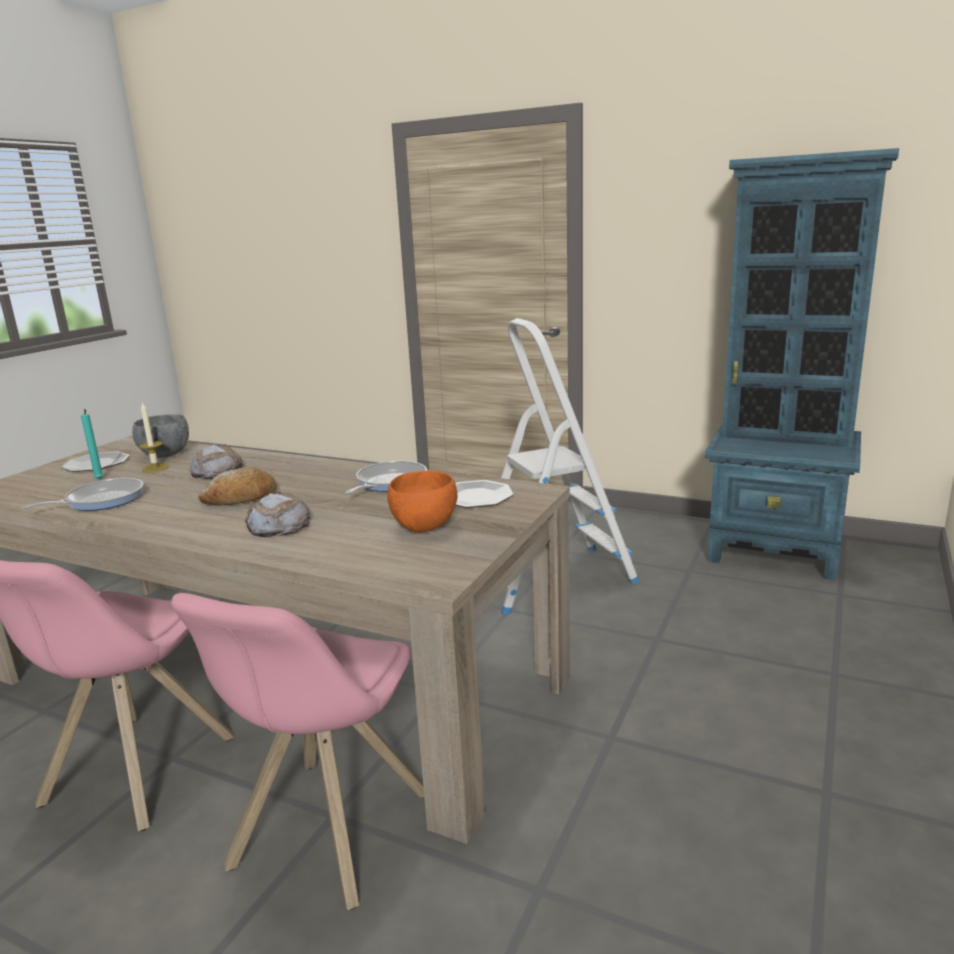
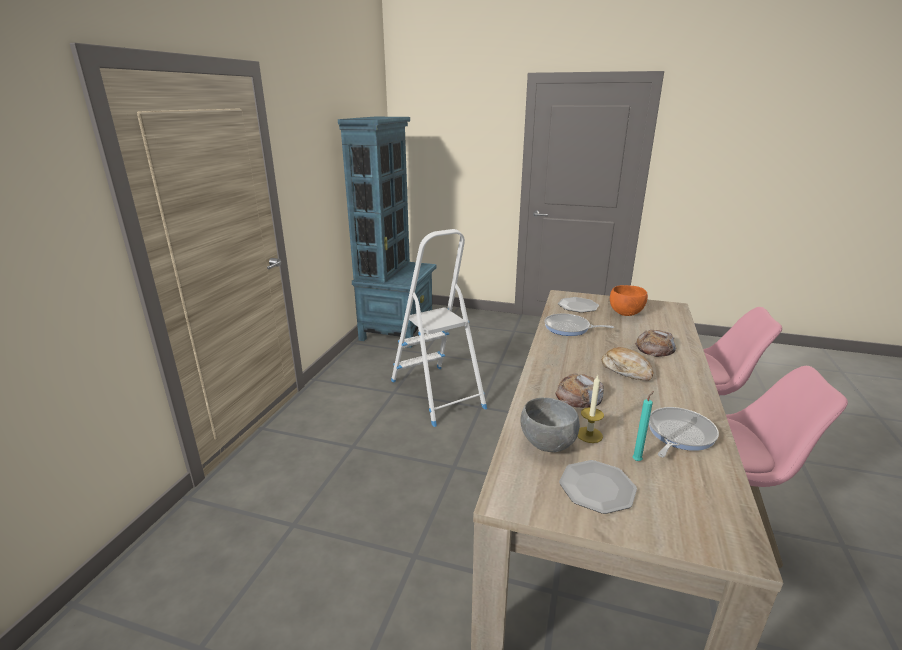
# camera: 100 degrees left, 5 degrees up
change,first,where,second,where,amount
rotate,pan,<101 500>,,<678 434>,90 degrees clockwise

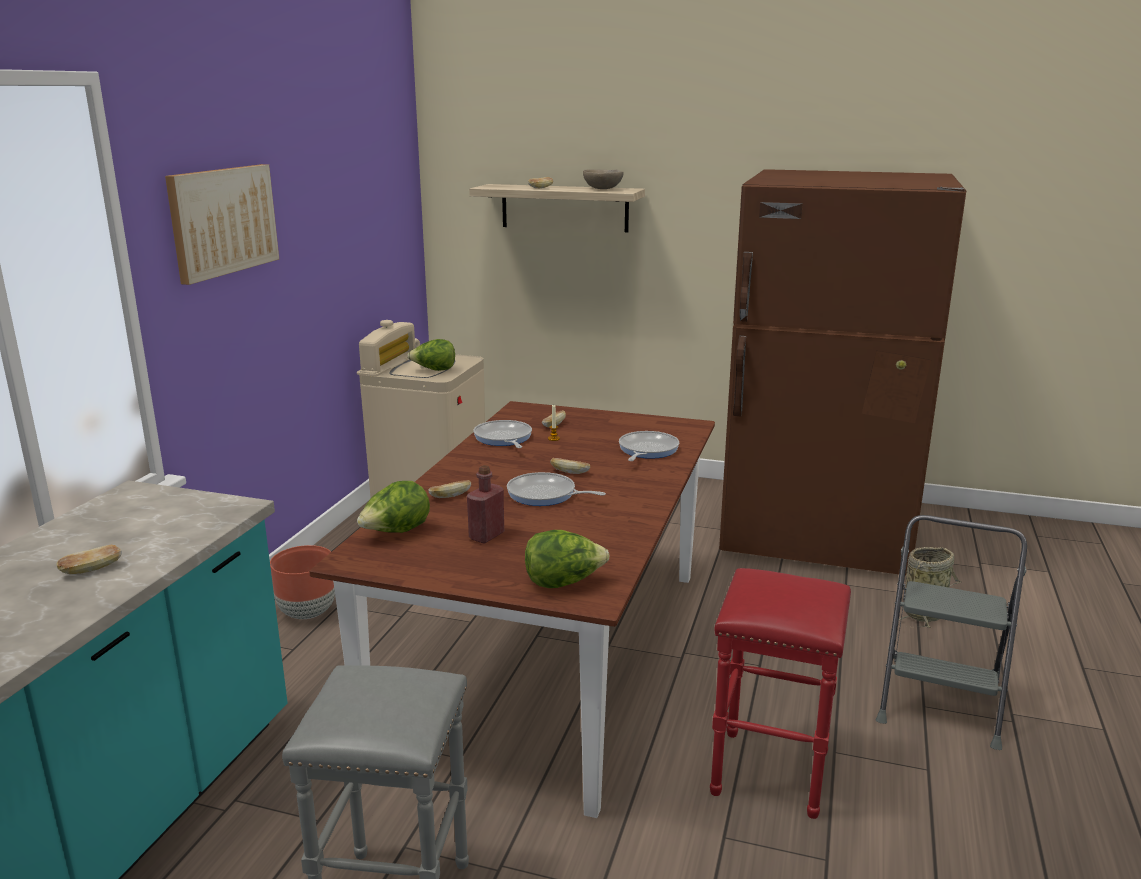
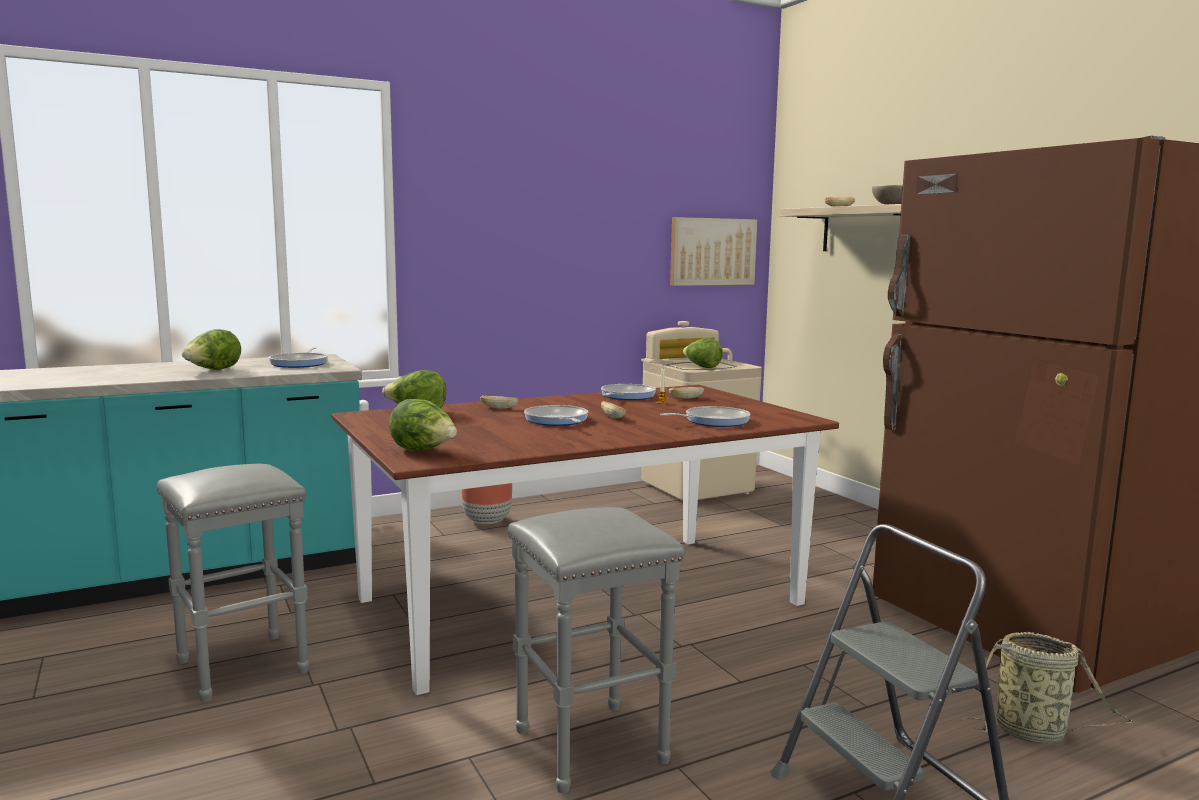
# camera: 45 degrees right, 10 degrees down
change,first,where,second,where,amount
move,wall art,<223 221>,,<712 251>,
delete,reddish drink bottle,<486 536>,,,
replace,bakery bread,<92 570>,head of lettuce,<213 370>,
recolor,reddish stool,<772 774>,greyish stool,<589 747>,
insert,,,pan,<300 363>,

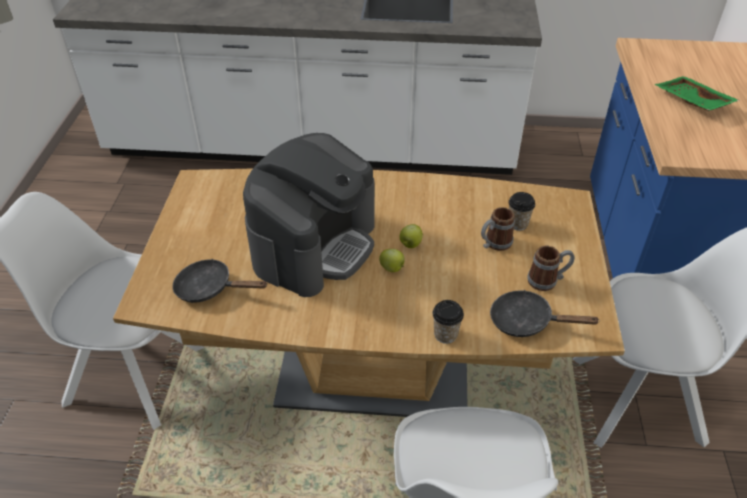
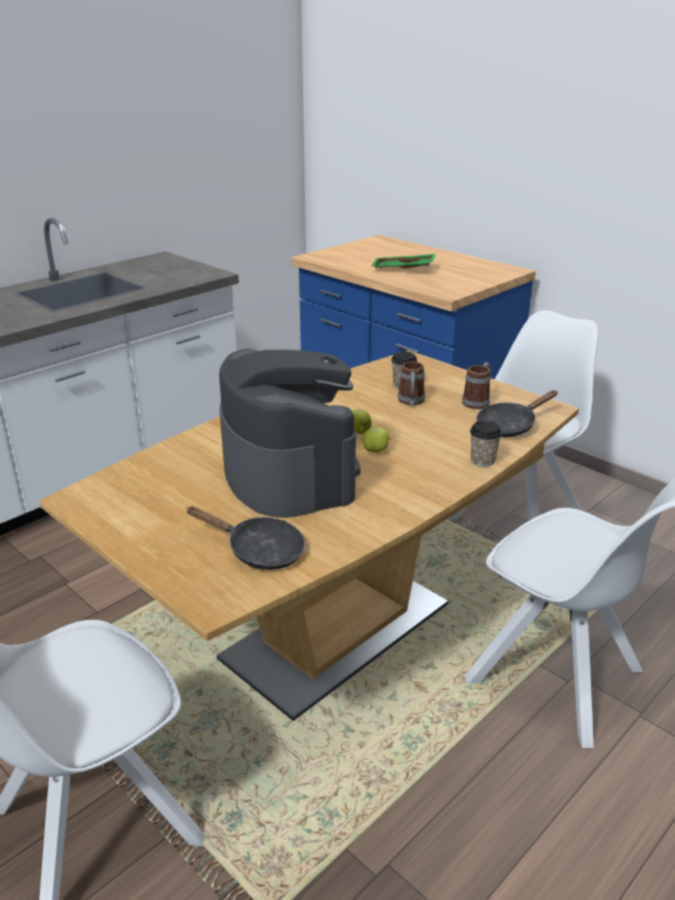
# camera: 50 degrees left, 15 degrees down
change,first,where,second,where,amount
rotate,black pan,<209 288>,,<259 551>,120 degrees counterclockwise

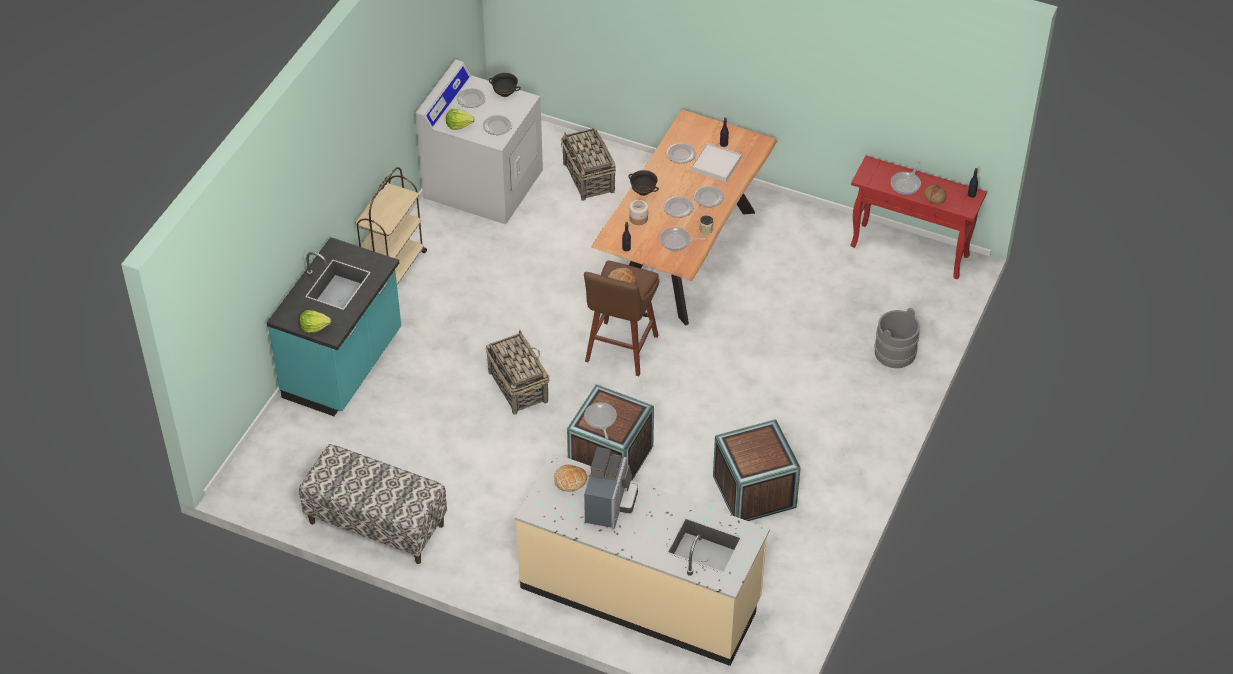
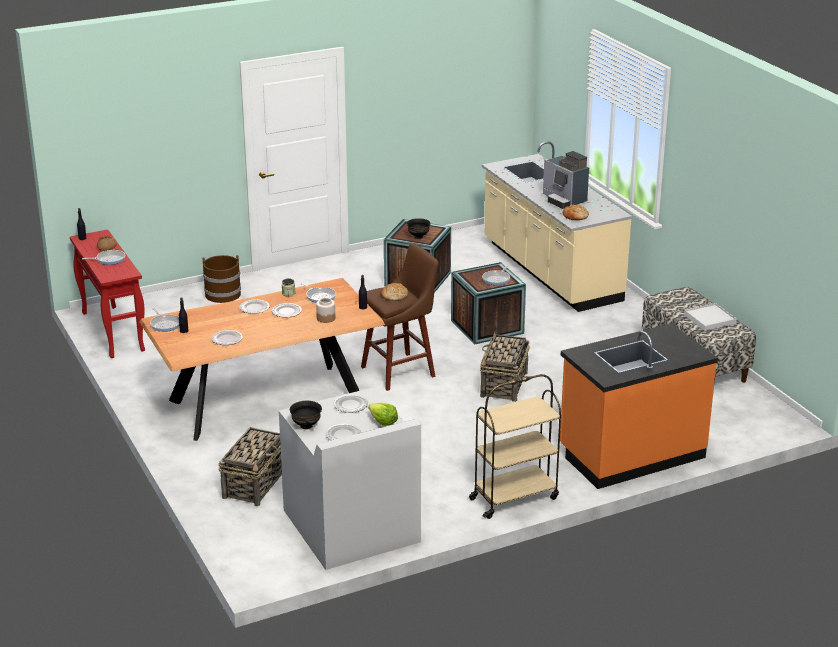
# camera: 140 degrees left, 20 degrees down
change,first,where,second,where,amount
move,white-coloured serving tray,<716 164>,,<710 319>,
move,black serving bowl,<643 192>,,<418 236>,
recolor,turquoise kitchen counter,<344 366>,orange-coloured kitchen counter,<631 454>,
recolor,greyish pail,<895 353>,brown-coloured pail,<223 294>,
delete,head of lettuce,<314 326>,,,
rotate,coffee maker,<610 505>,,<564 200>,90 degrees counterclockwise
insert,,,pan,<165 324>,

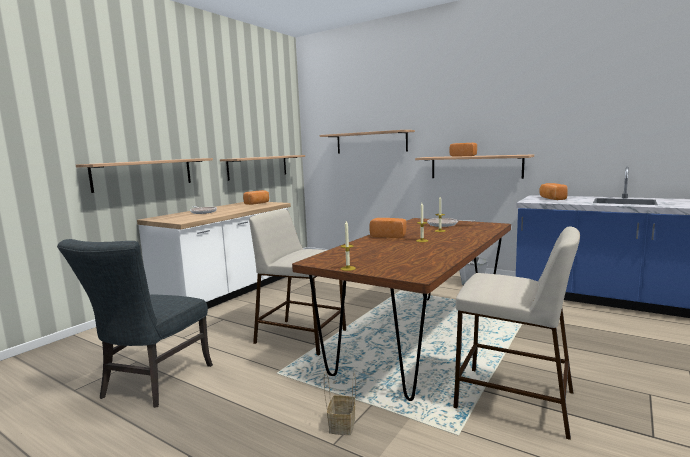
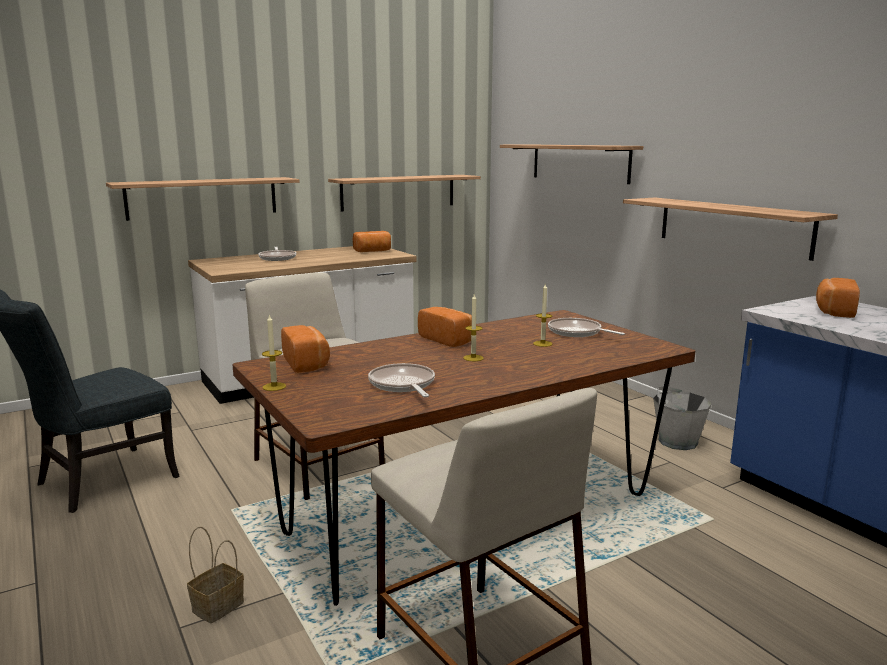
# camera: 25 degrees right, 5 degrees up
change,first,where,second,where,amount
move,bakery bread,<464 156>,,<307 363>,
insert,,,pan,<403 385>,

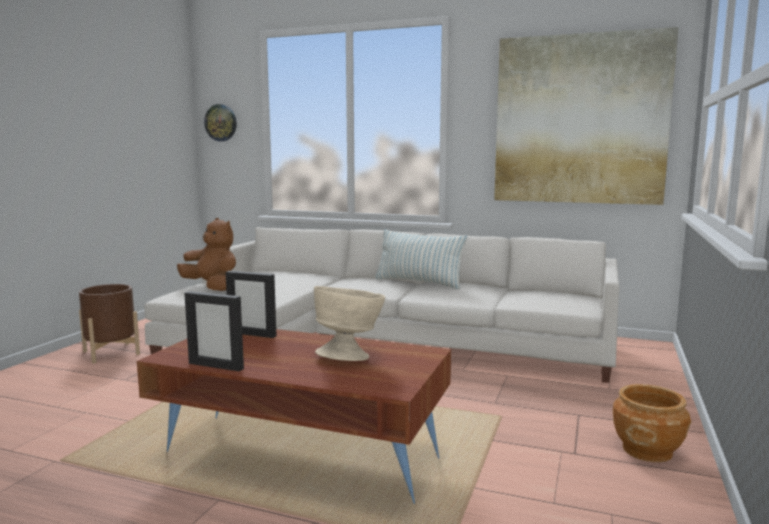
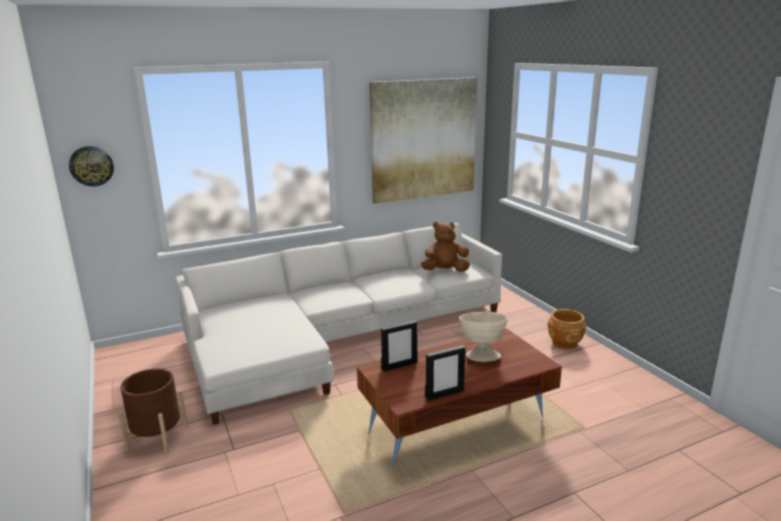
# camera: 45 degrees left, 10 degrees up
change,first,where,second,where,amount
move,brown-coloured soft toy,<212 287>,,<445 271>,
delete,cushion,<419 282>,,,

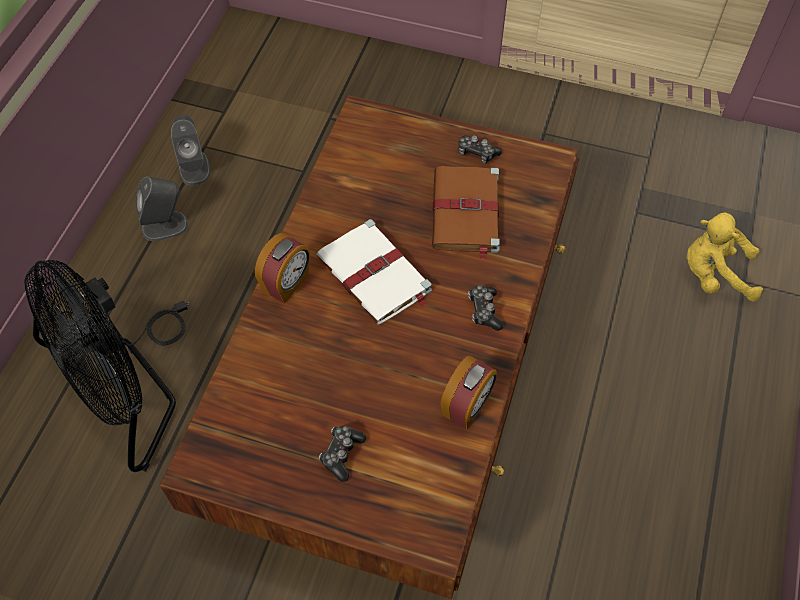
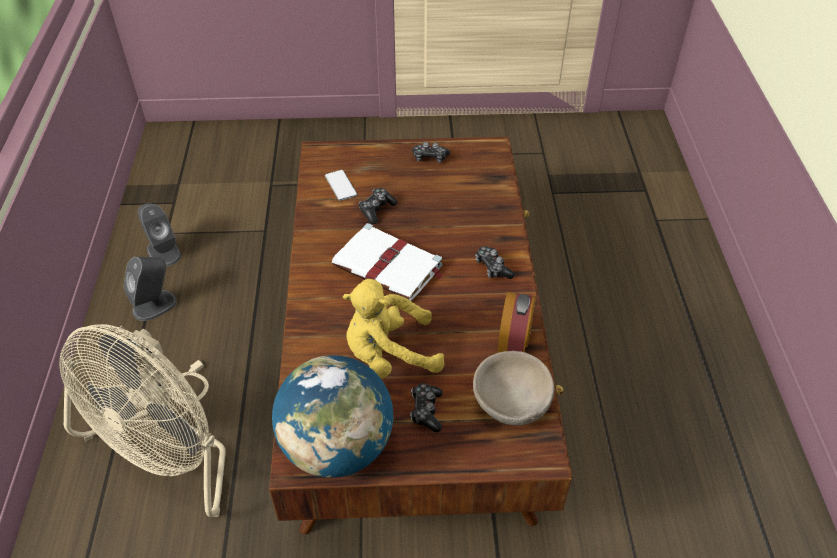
# camera: 20 degrees left, 10 degrees down
change,first,where,second,where,amount
delete,brown-coloured bound book,<466 213>,,,
move,yellowish soft toy,<714 275>,,<389 354>,
delete,table clock,<287 283>,,,
recolor,black electric fan,<126 382>,sand-coloured electric fan,<168 445>,
insert,,,handset,<340 185>,
insert,,,game controller,<376 209>,
insert,,,sand-coloured serving bowl,<510 403>,
insert,,,globe,<337 447>,

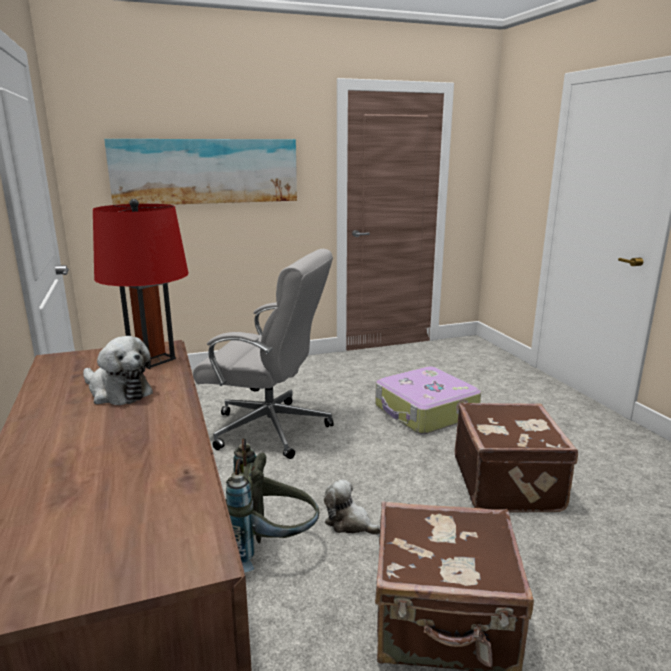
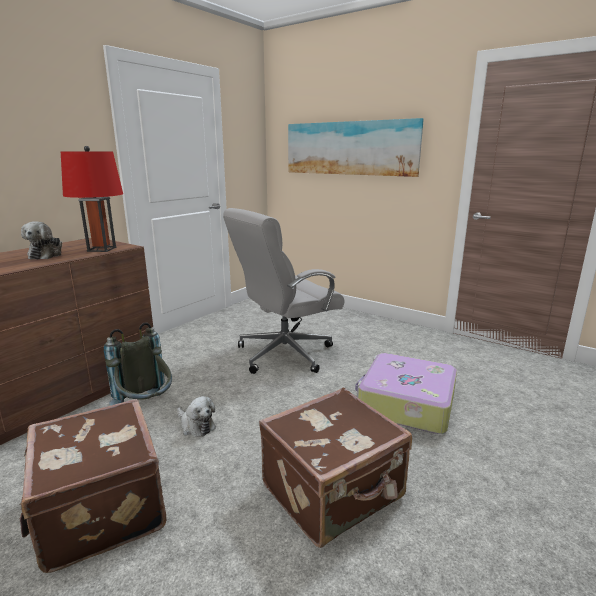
# camera: 55 degrees right, 0 degrees up
change,first,where,second,where,amount
rotate,greyish desk chair,<269 428>,,<285 353>,75 degrees clockwise
rotate,soft toy,<349 523>,,<196 425>,135 degrees clockwise

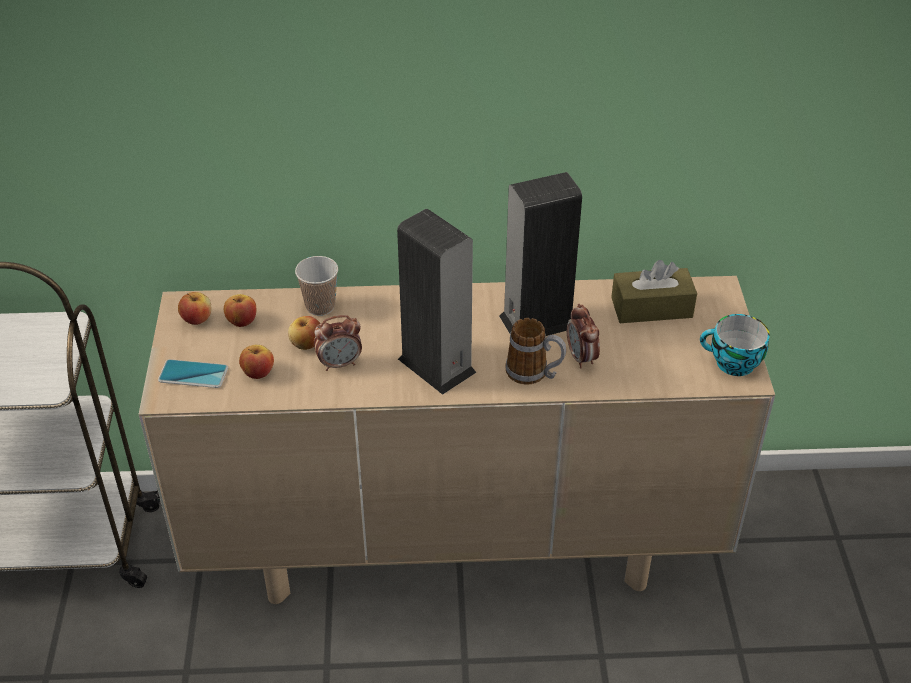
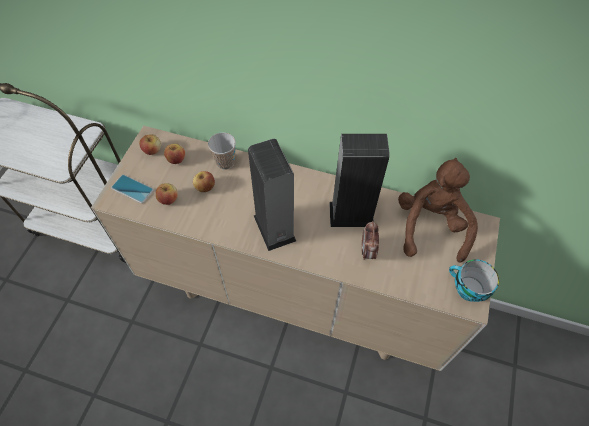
# camera: 20 degrees right, 15 degrees up
change,first,where,second,where,amount
replace,brown-coloured tissue holder,<651 307>,brown-coloured soft toy,<430 226>,
delete,table clock,<340 363>,,,
delete,coffee mug,<534 374>,,,

